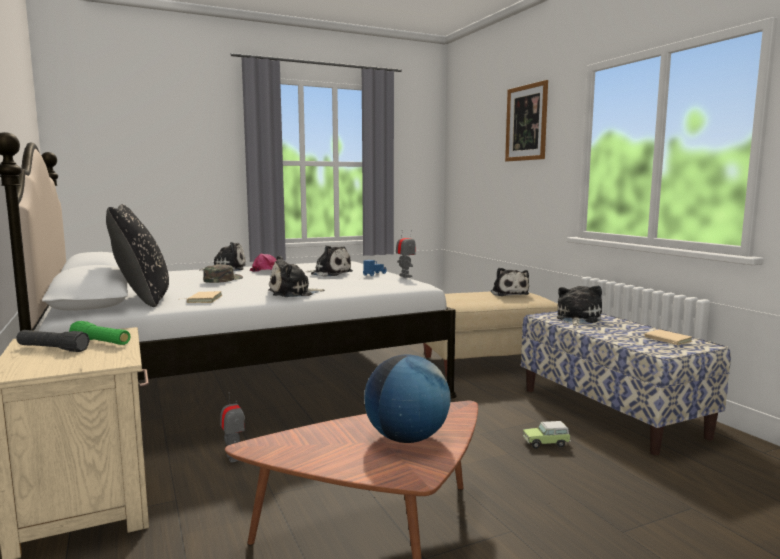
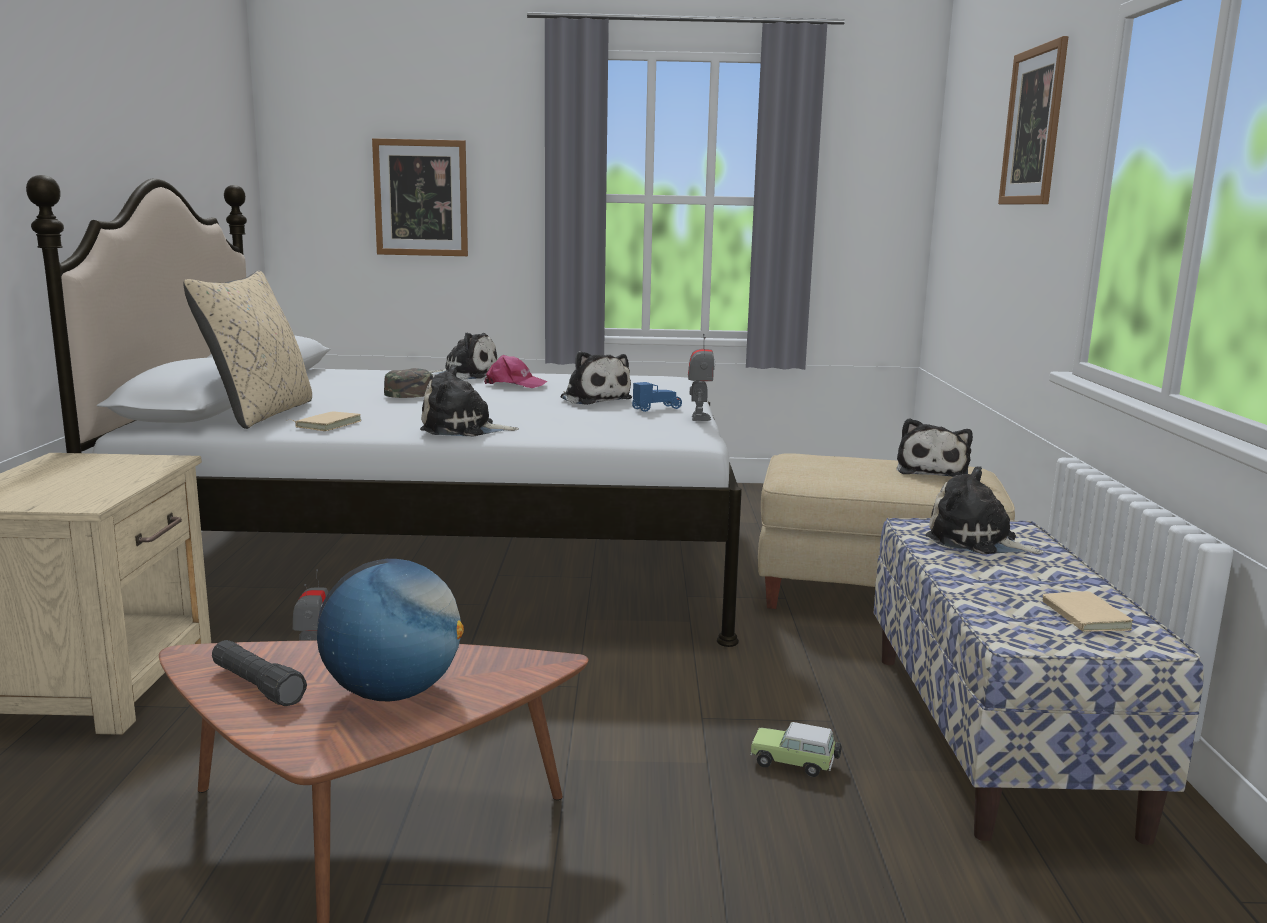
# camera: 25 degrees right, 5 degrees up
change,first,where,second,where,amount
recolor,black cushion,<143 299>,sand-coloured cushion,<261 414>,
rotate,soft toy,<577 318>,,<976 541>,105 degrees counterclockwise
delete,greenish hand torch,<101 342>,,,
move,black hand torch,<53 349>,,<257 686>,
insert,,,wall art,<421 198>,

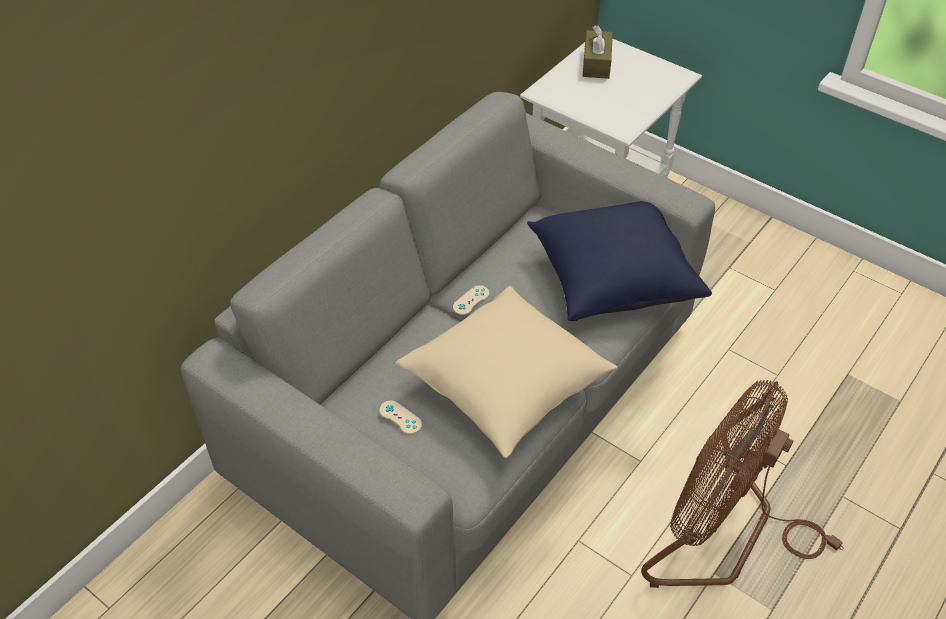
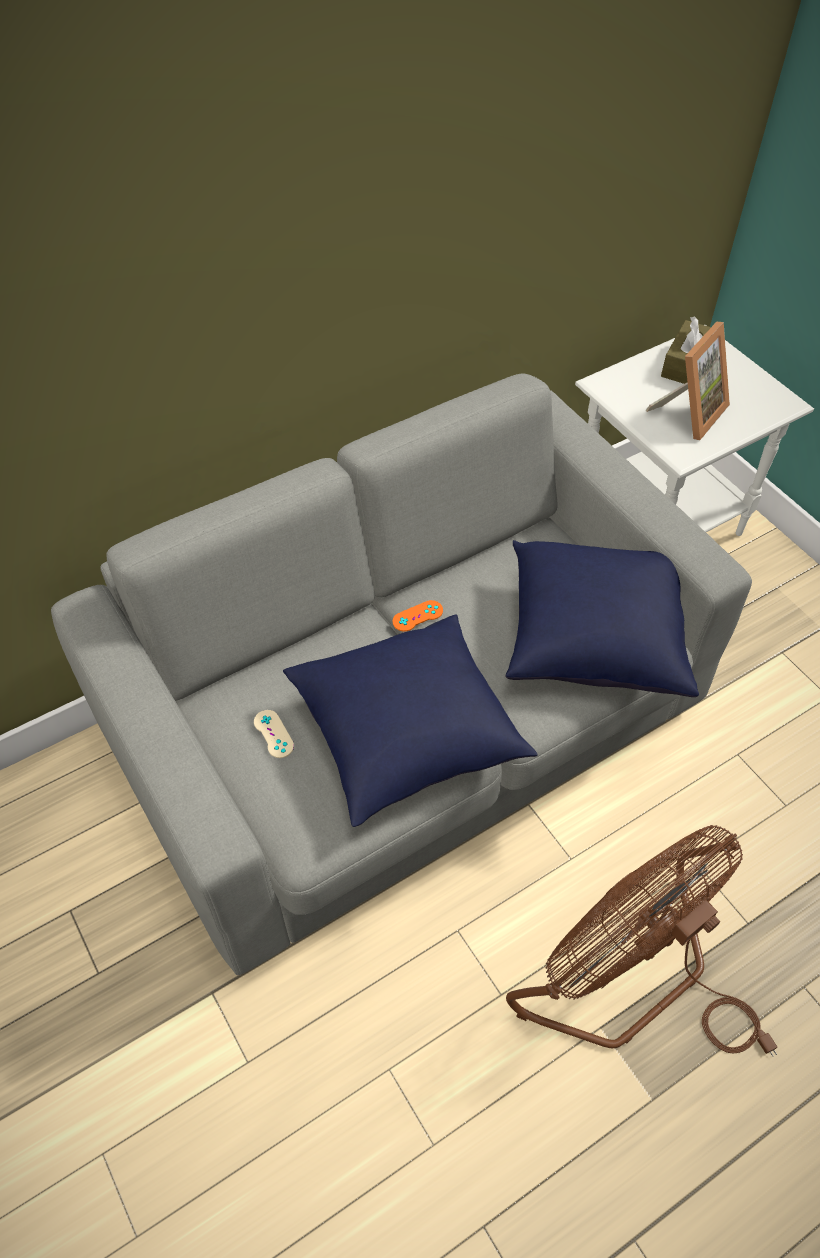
# camera: 20 degrees right, 5 degrees up
change,first,where,second,where,amount
recolor,sand-coloured game controller,<471 300>,orange-coloured game controller,<417 616>,
recolor,sand-coloured cushion,<506 387>,blue cushion,<407 735>,
insert,,,standing frame,<689 413>,

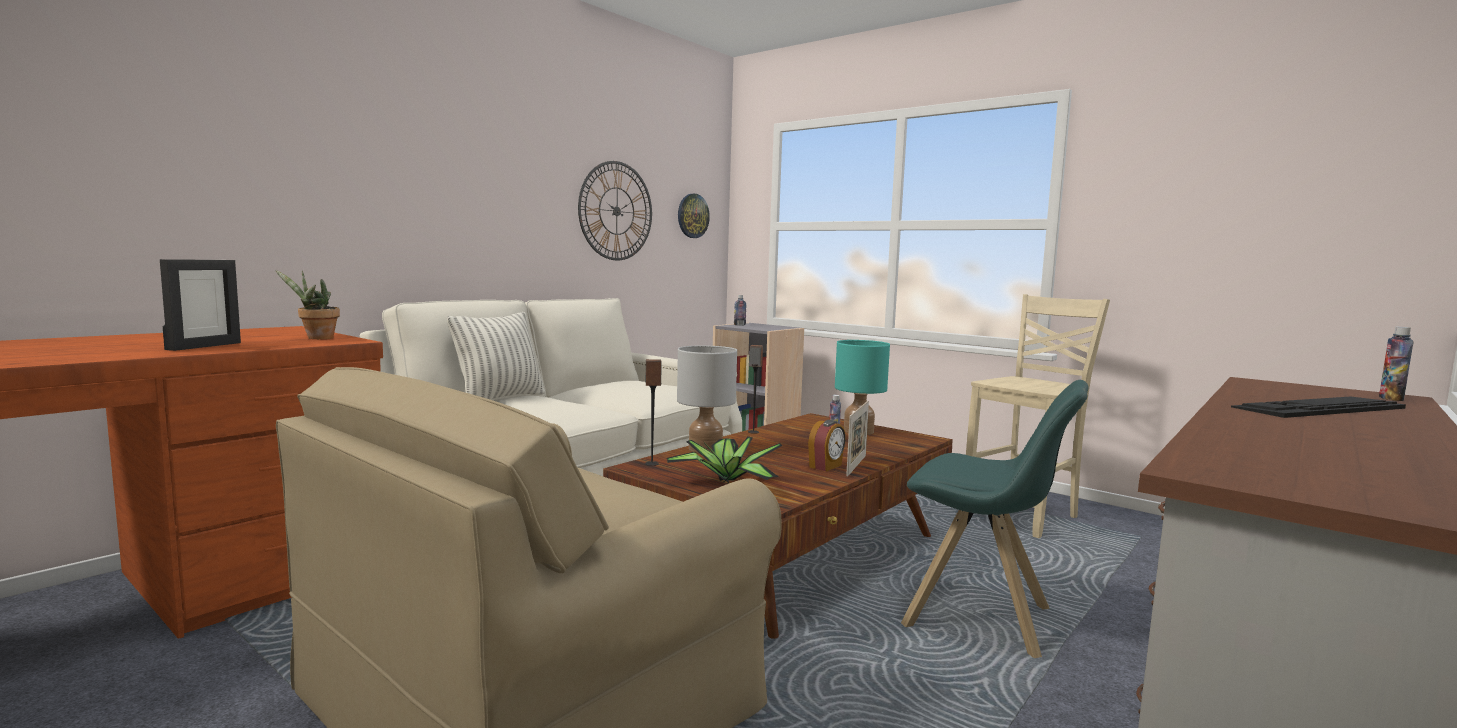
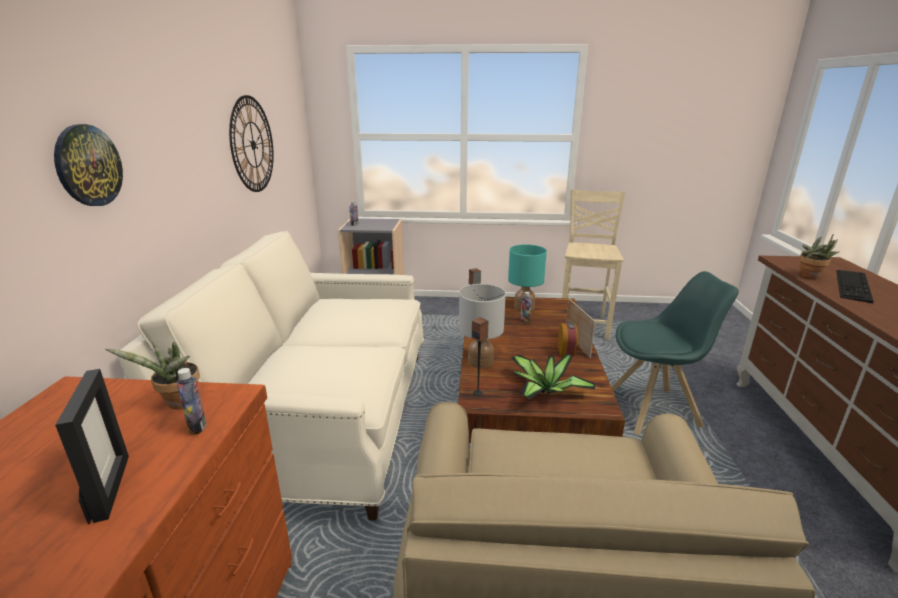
# camera: 35 degrees left, 15 degrees up
change,first,where,second,where,amount
move,clock on the wall,<692 216>,,<88 166>,
delete,cushion,<499 398>,,,
move,drink bottle,<1391 398>,,<197 427>,
insert,,,plant in a pot,<811 277>,

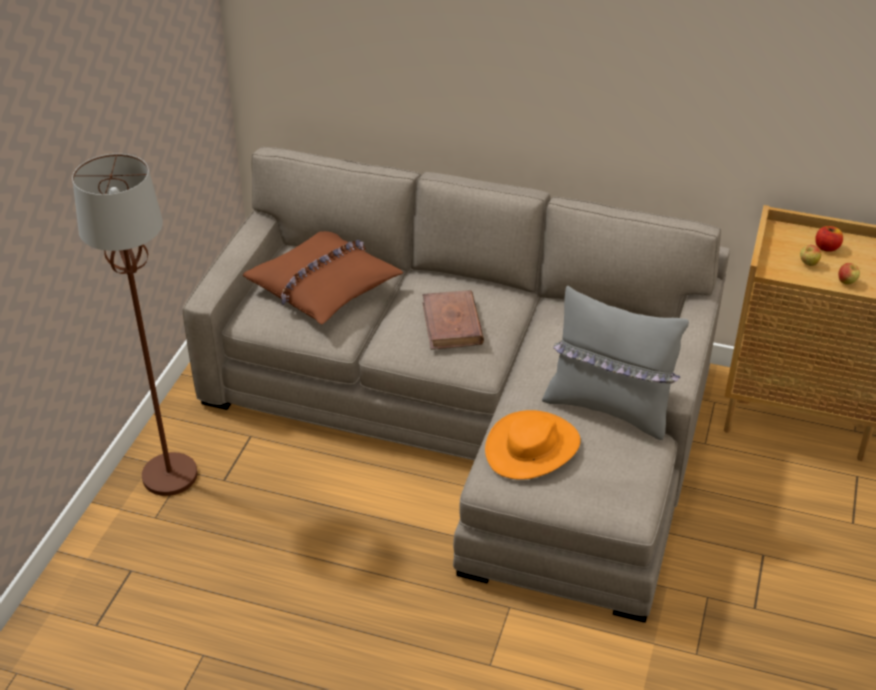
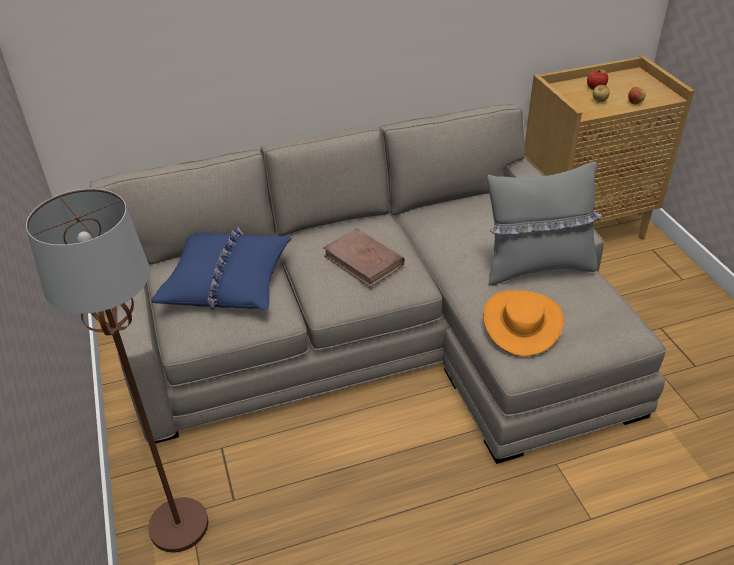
# camera: 35 degrees left, 0 degrees up
change,first,where,second,where,amount
recolor,brown-coloured cushion,<324 286>,blue cushion,<226 280>,

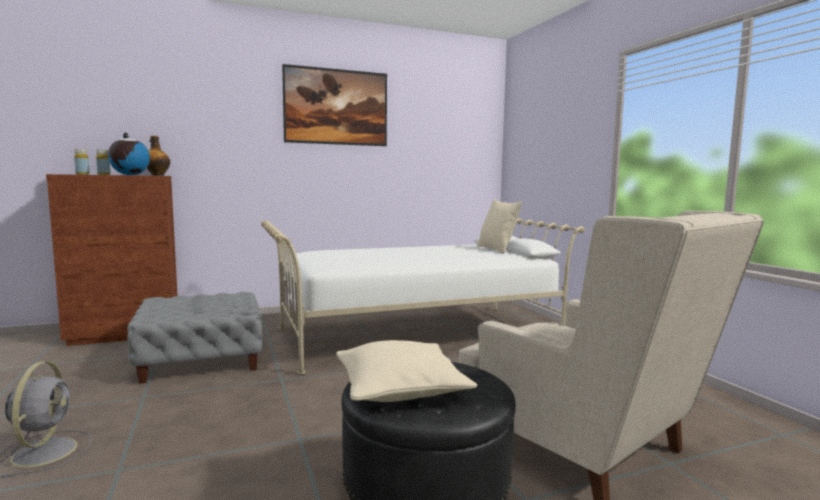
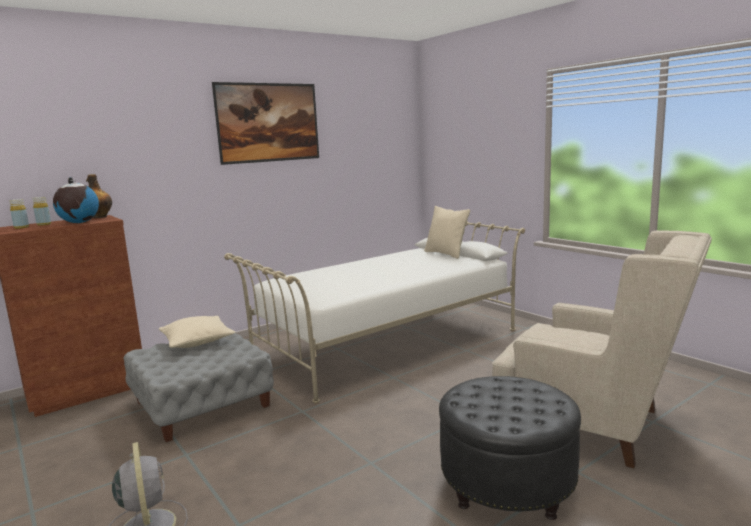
# camera: 15 degrees left, 5 degrees up
change,first,where,second,where,amount
move,sand-coloured cushion,<400 389>,,<197 341>,

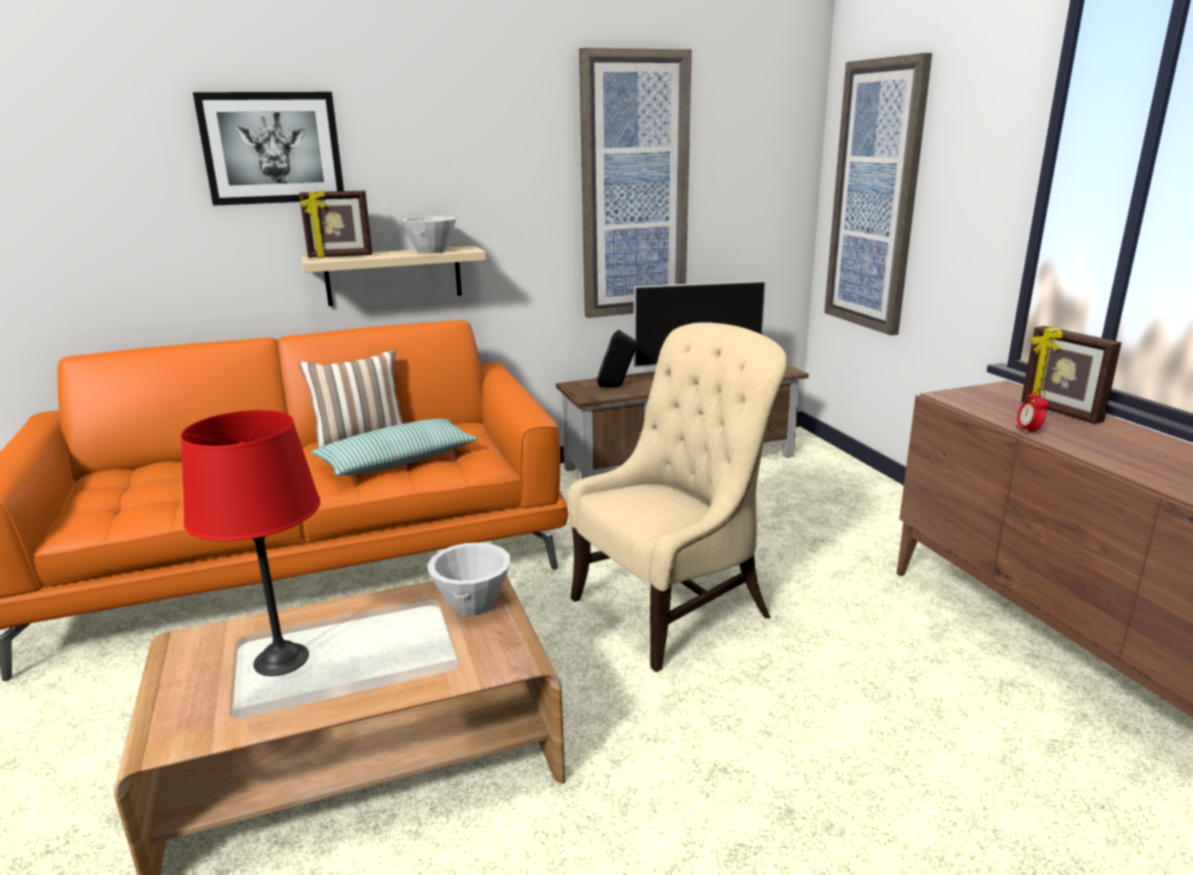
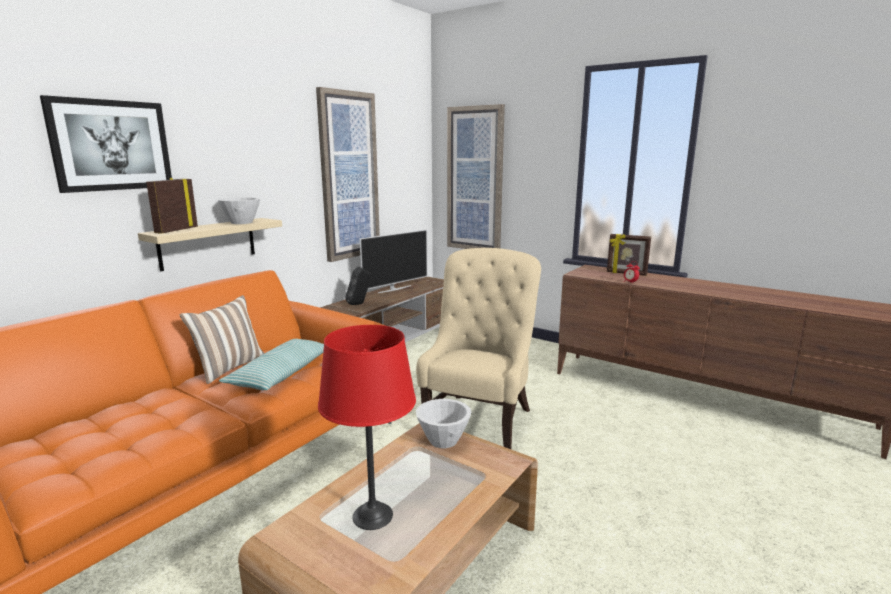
# camera: 35 degrees left, 5 degrees down
change,first,where,second,where,amount
rotate,standing frame,<340 256>,,<176 230>,150 degrees clockwise

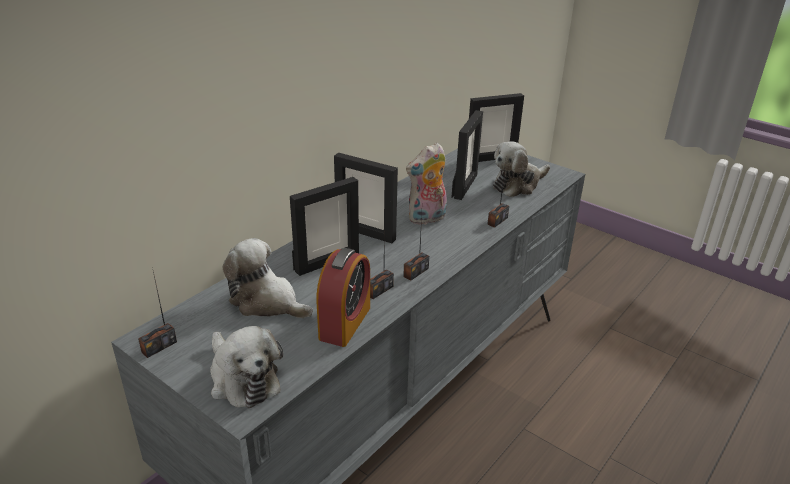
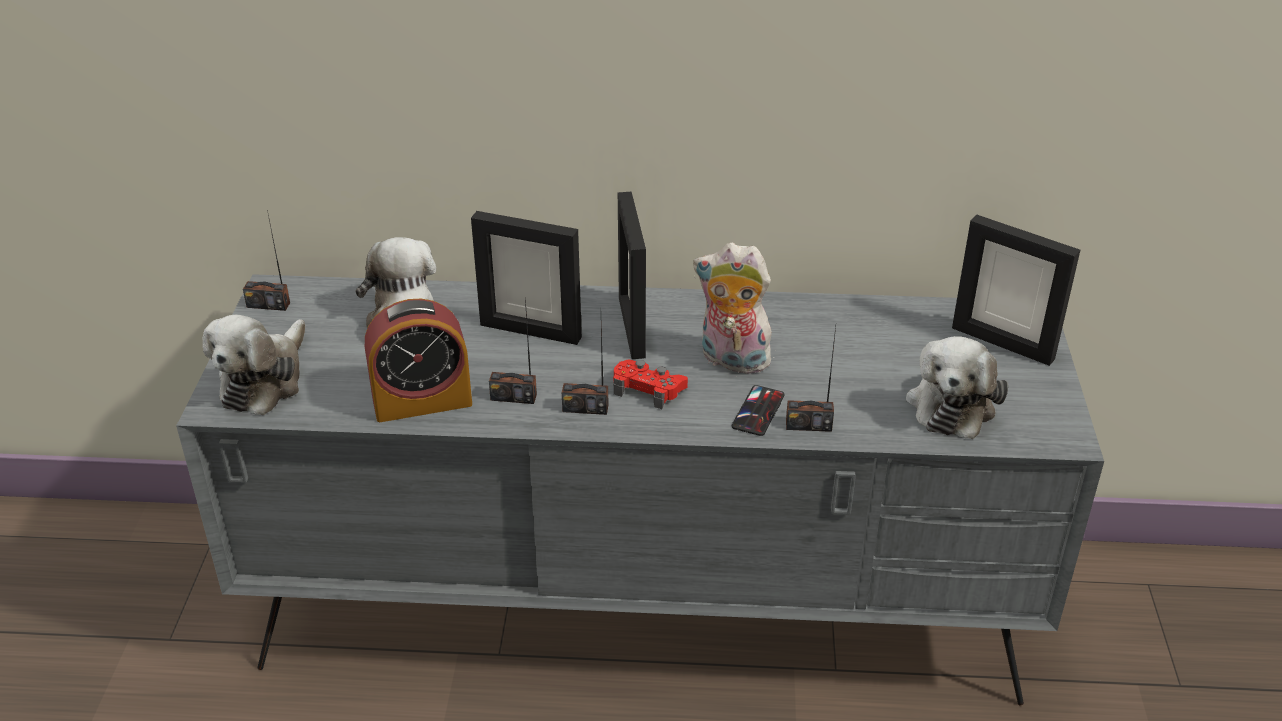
# camera: 55 degrees right, 5 degrees up
change,first,where,second,where,amount
delete,standing frame,<464 186>,,,
rotate,soft toy,<518 185>,,<952 403>,90 degrees counterclockwise
insert,,,reddish game controller,<648 389>,
insert,,,handset,<758 411>,

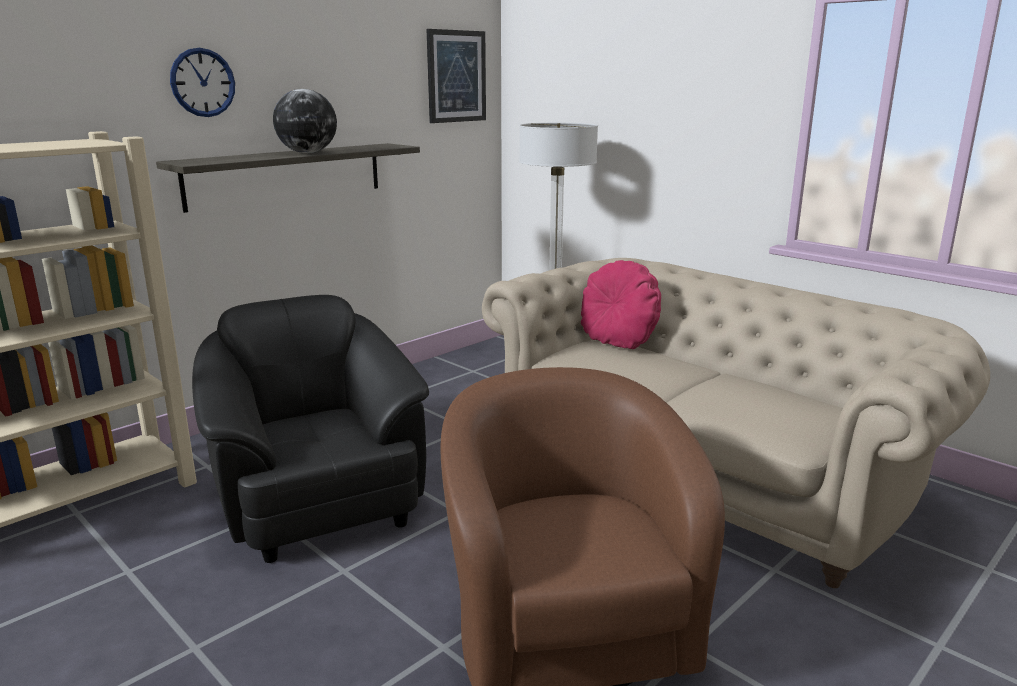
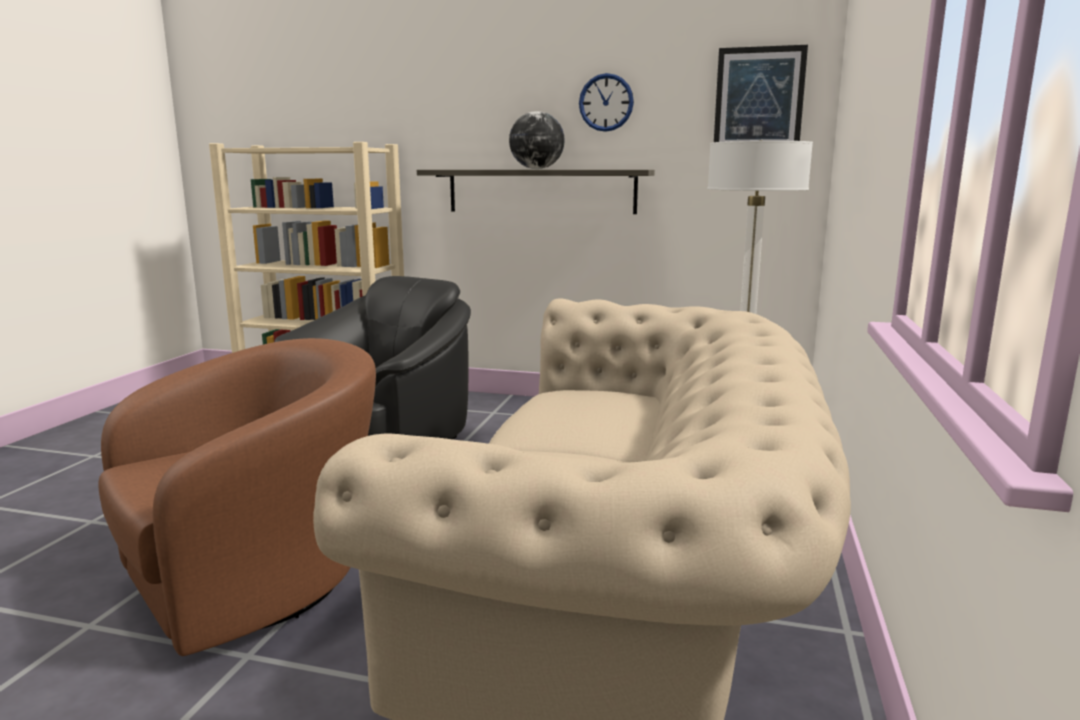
# camera: 60 degrees right, 5 degrees down
change,first,where,second,where,amount
move,clock on the wall,<202 82>,,<606 102>,
delete,pink cushion,<618 343>,,,

